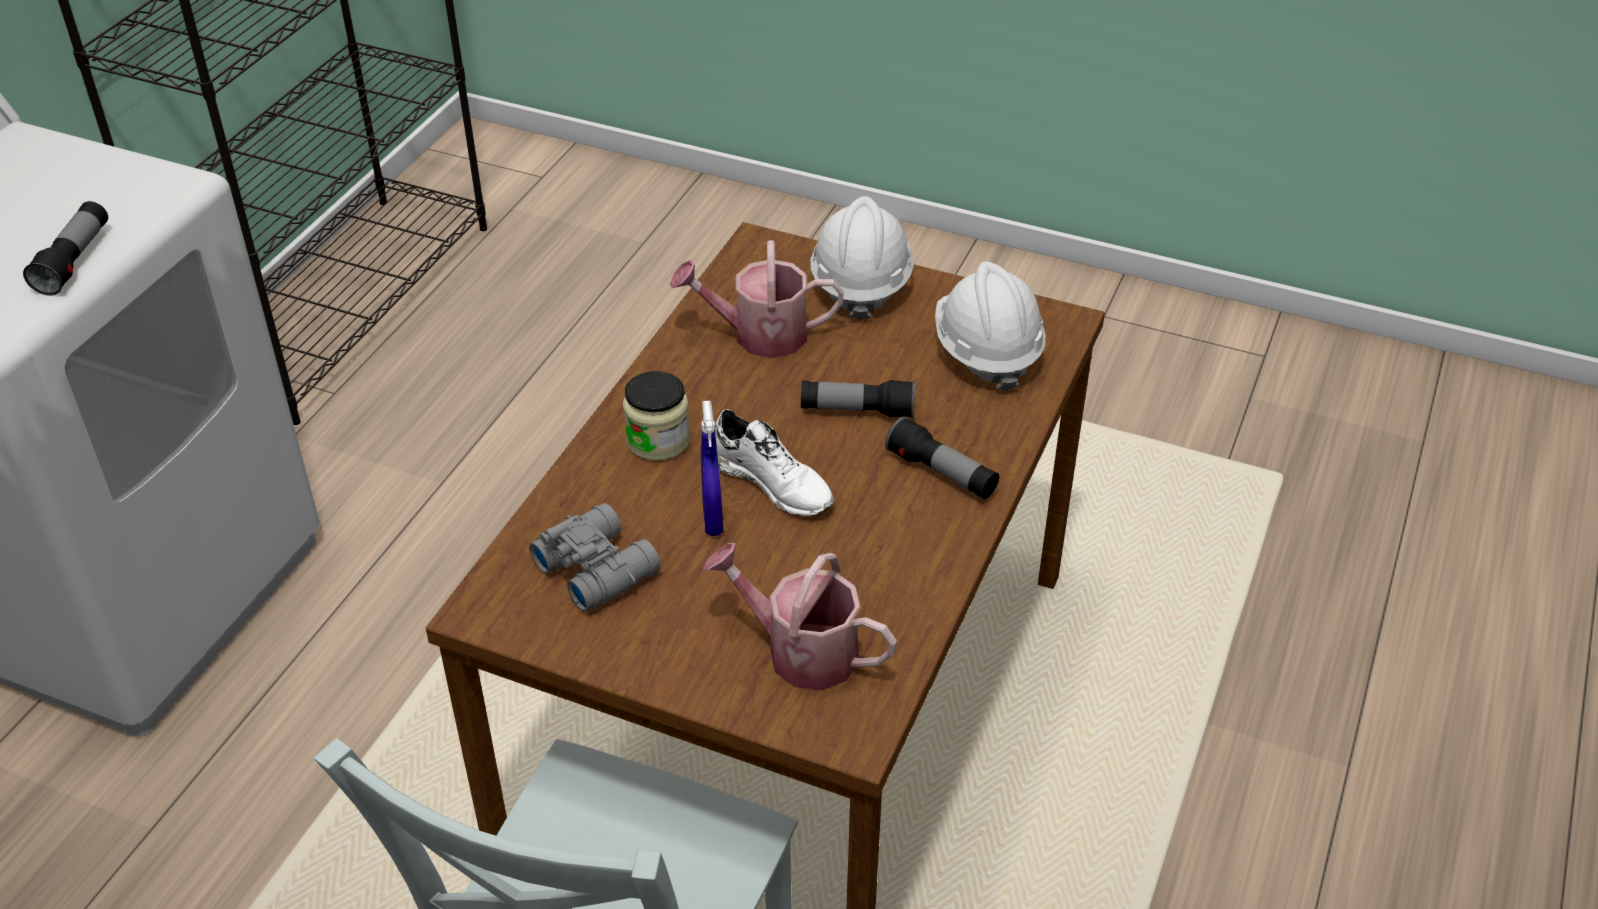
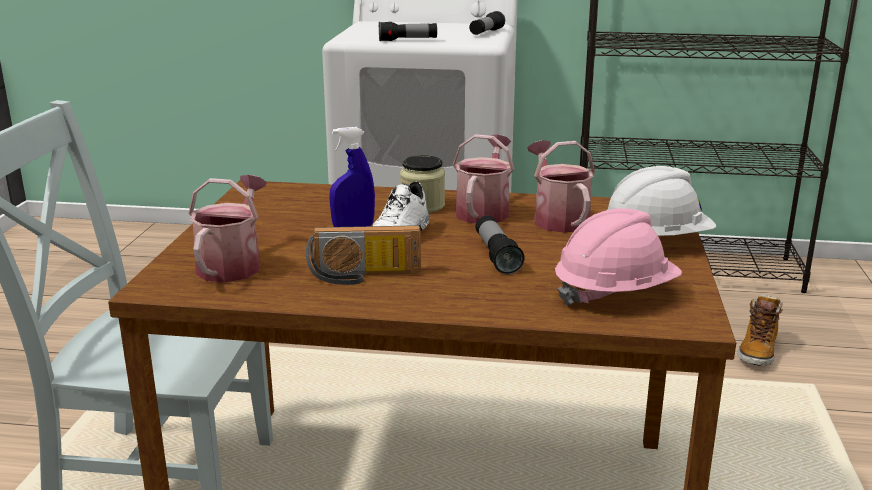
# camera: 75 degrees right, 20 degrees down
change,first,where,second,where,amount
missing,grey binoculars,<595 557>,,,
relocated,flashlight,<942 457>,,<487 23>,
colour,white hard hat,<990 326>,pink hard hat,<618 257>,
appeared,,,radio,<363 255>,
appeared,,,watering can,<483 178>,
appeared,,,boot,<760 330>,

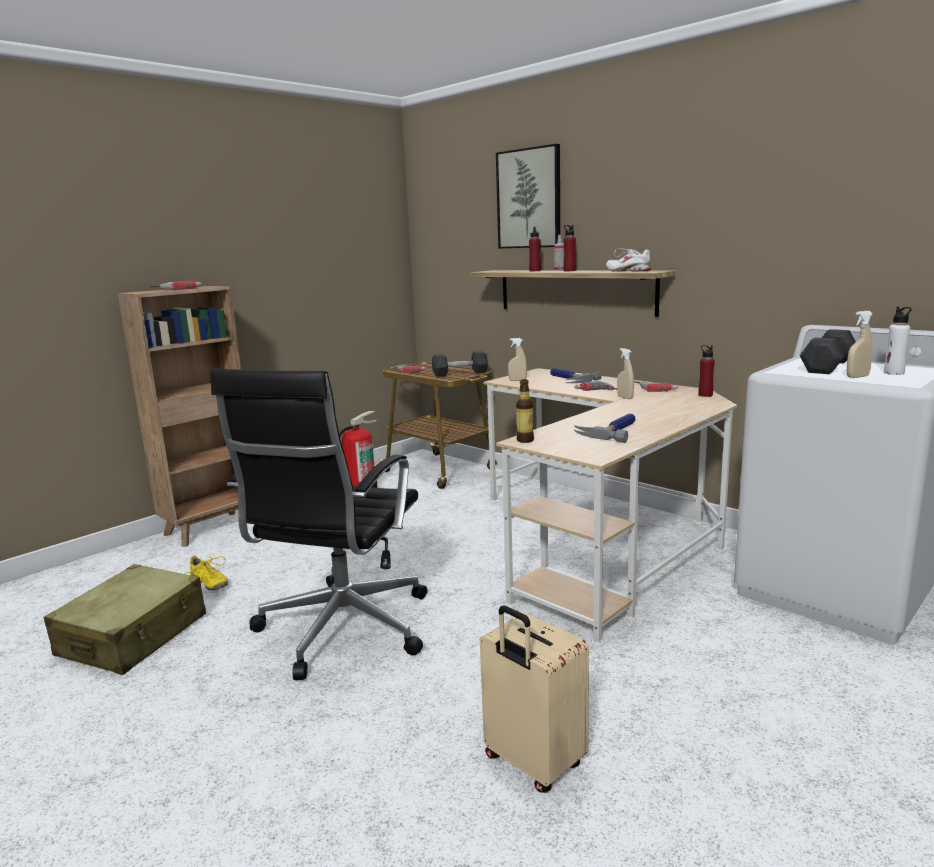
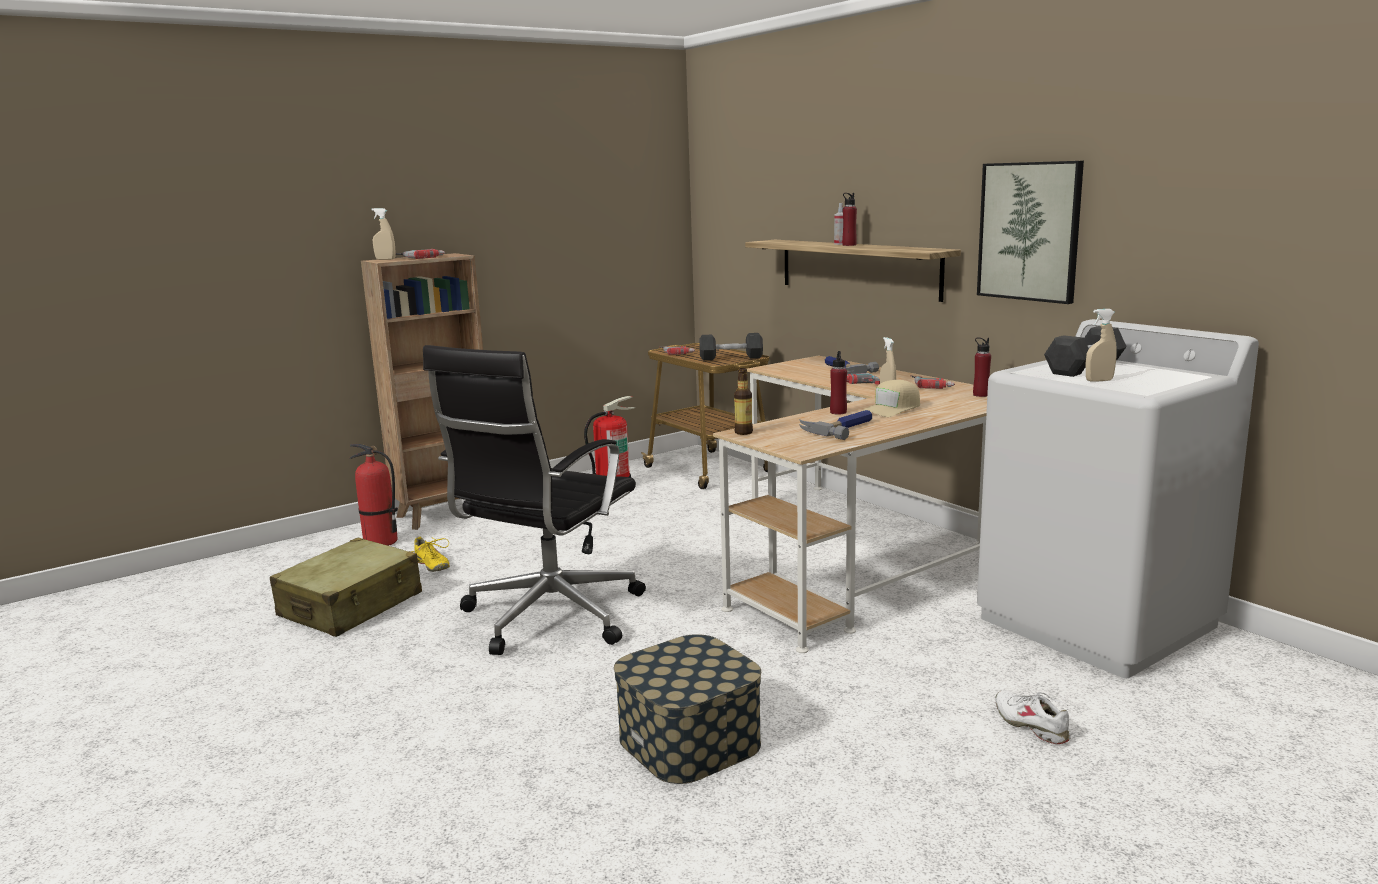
# camera: 10 degrees right, 0 degrees up
change,first,where,second,where,amount
exchanged,beige suitcase,<534 699>,storage box,<687 709>,
relocated,picture,<528 196>,,<1030 232>,
relocated,beige spray bottle,<517 359>,,<383 234>,
relocated,red bottle,<535 249>,,<838 382>,
relocated,white shoe,<629 260>,,<1033 717>,
missing,white bottle,<898 341>,,,
appeared,,,fire extinguisher,<374 495>,
appeared,,,beige cap,<891 398>,

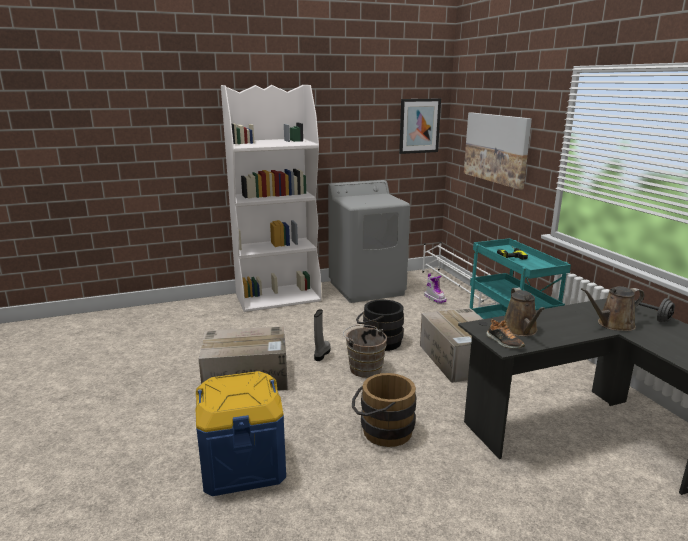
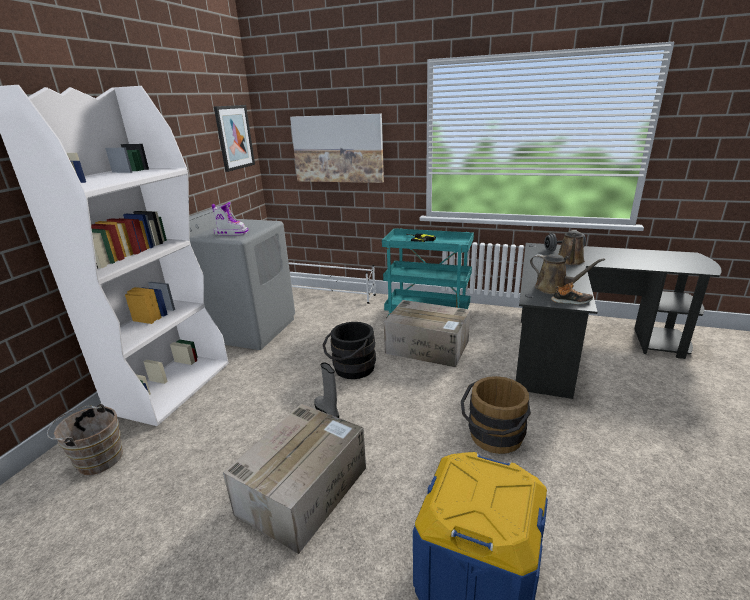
# camera: 50 degrees left, 5 degrees up
change,first,where,second,where,amount
relocated,brown bucket,<365 351>,,<85 439>,
relocated,boot,<435 289>,,<229 218>,

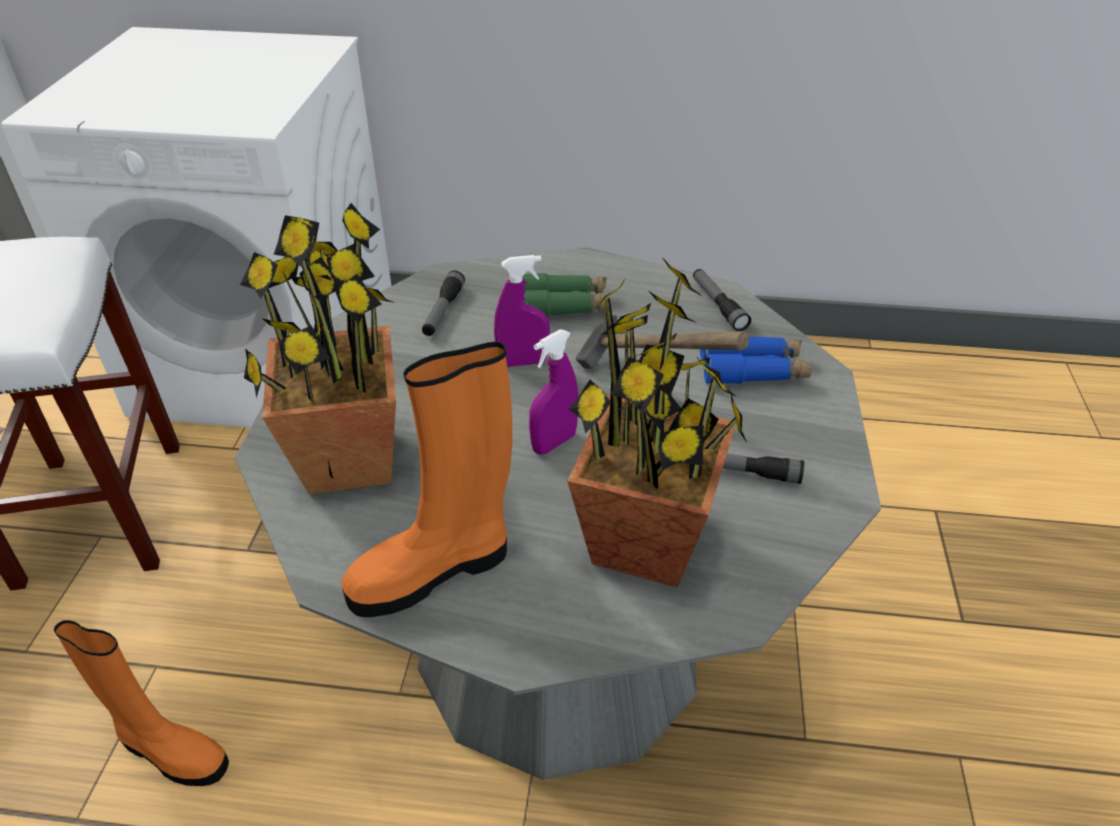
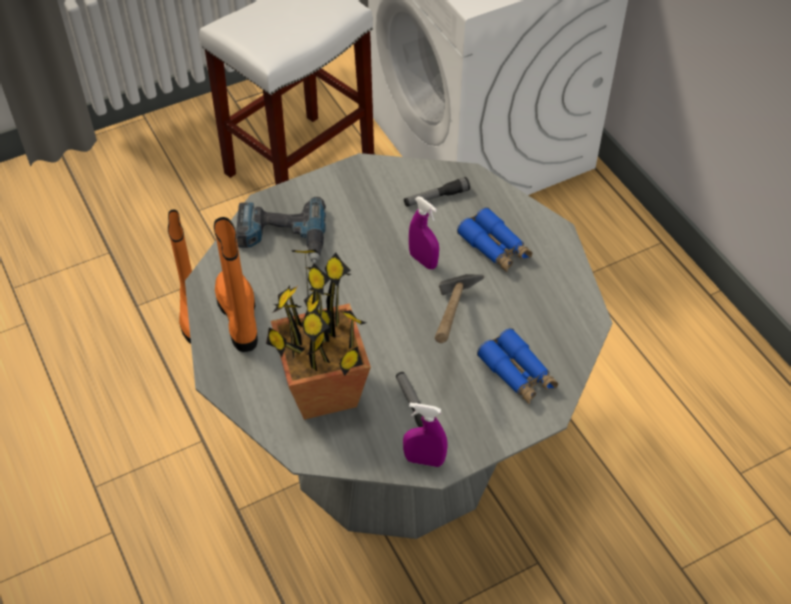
# camera: 55 degrees right, 10 degrees up
change,first,where,second,where,amount
exchanged,potted plant,<318 348>,power drill,<281 230>,
spun,orange boot,<426 479>,,<236 284>,45 degrees clockwise
colour,green binoculars,<566 295>,blue binoculars,<494 240>,
relocated,purple spray bottle,<553 392>,,<425 435>,
missing,flashlight,<722 300>,,,

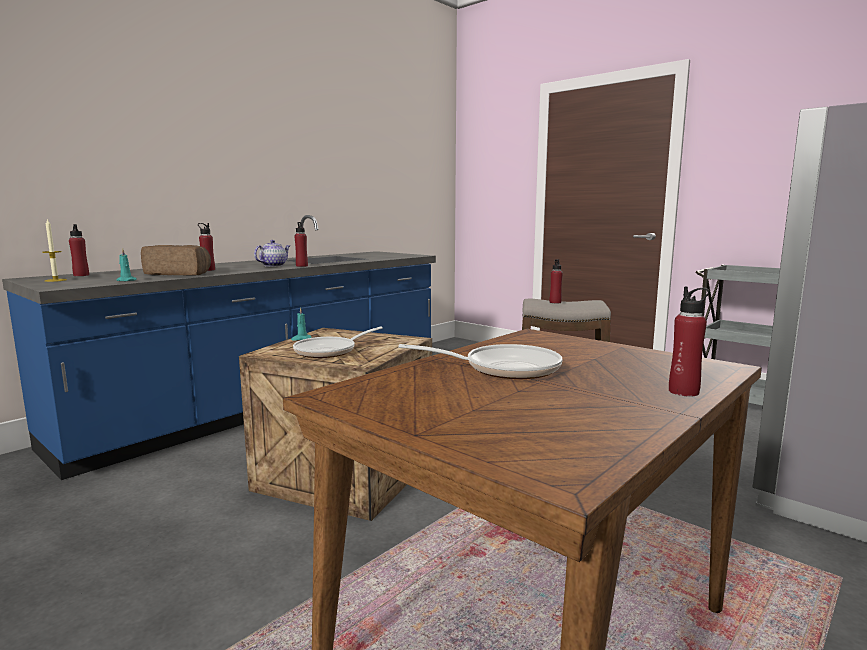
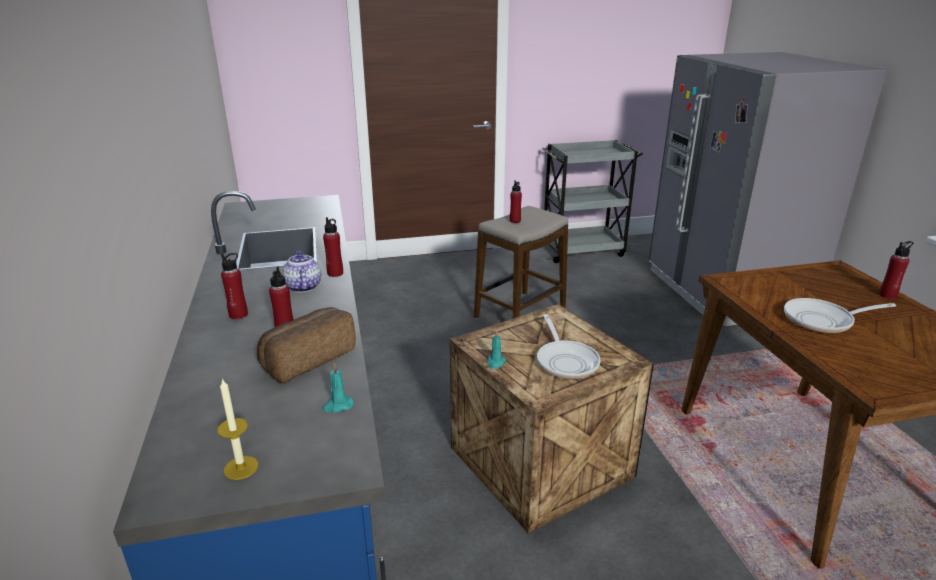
# camera: 55 degrees left, 15 degrees up
change,first,where,second,where,amount
relocated,red bottle,<79 250>,,<234 286>,
spun,frying pan,<480 361>,,<840 315>,135 degrees counterclockwise

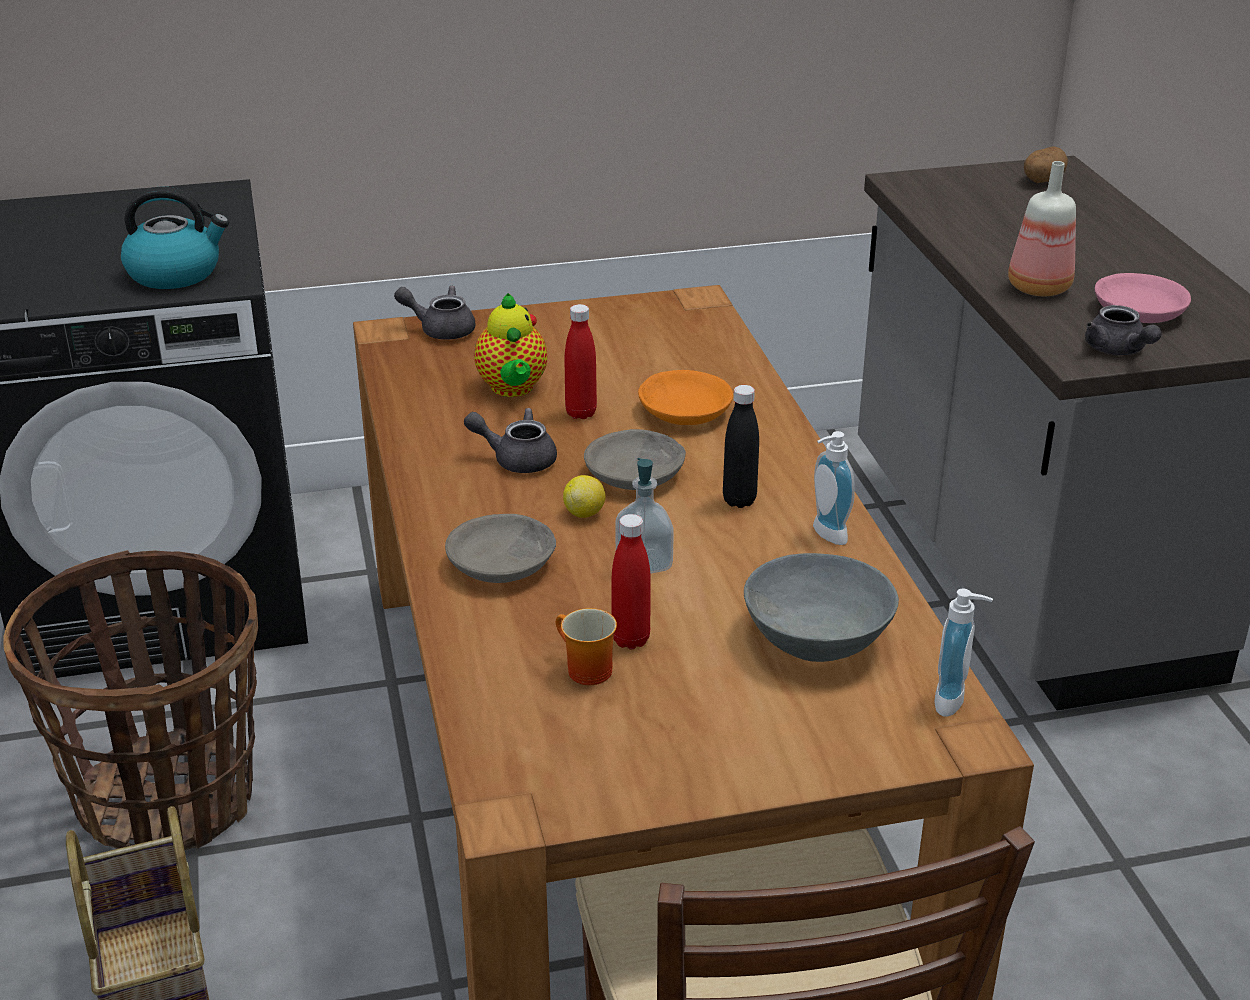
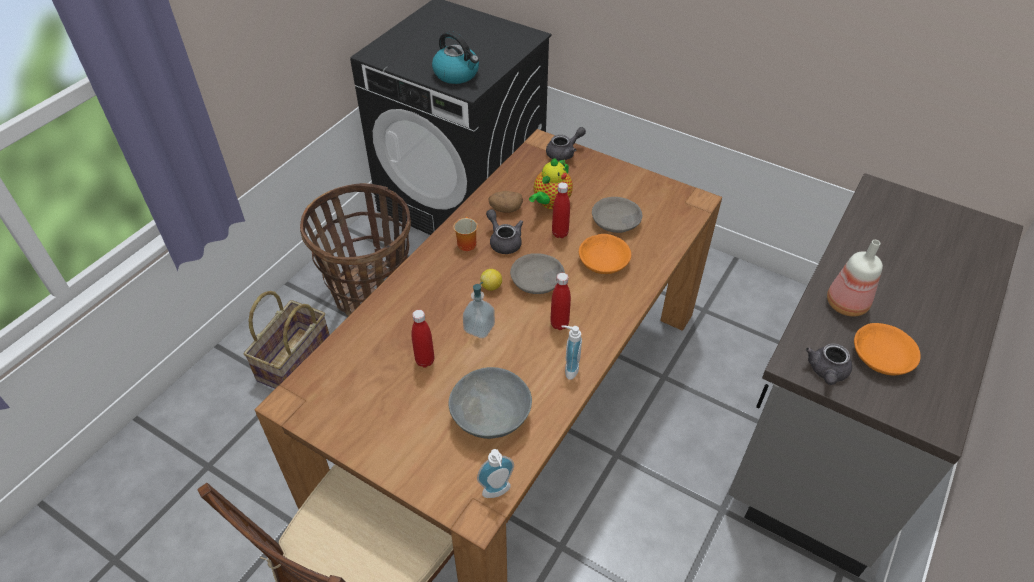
# camera: 45 degrees right, 15 degrees up
change,first,where,second,where,amount
spun,grey teapot,<435 313>,,<566 144>,90 degrees clockwise
relocated,grey bowl,<500 548>,,<617 215>,
relocated,mug,<586 646>,,<465 234>,
colour,black bottle,<741 446>,red bottle,<560 301>,
relocated,potato,<1046 165>,,<506 202>,
colour,pink bowl,<1143 298>,orange bowl,<887 349>,

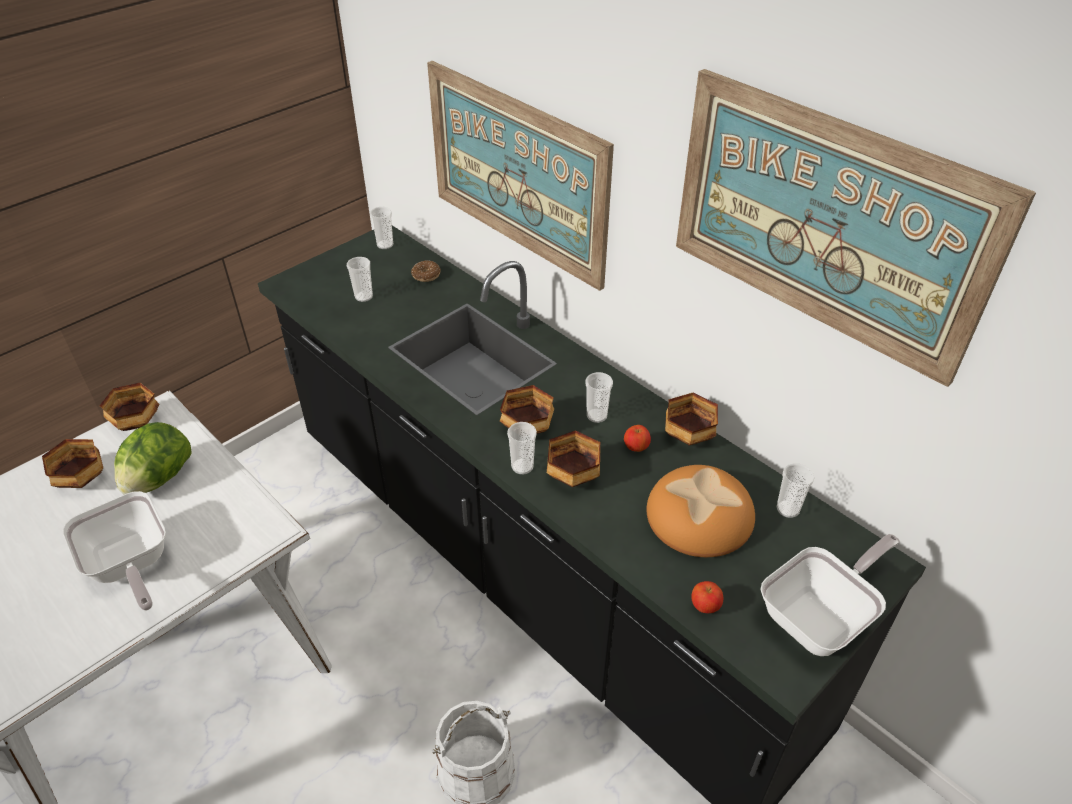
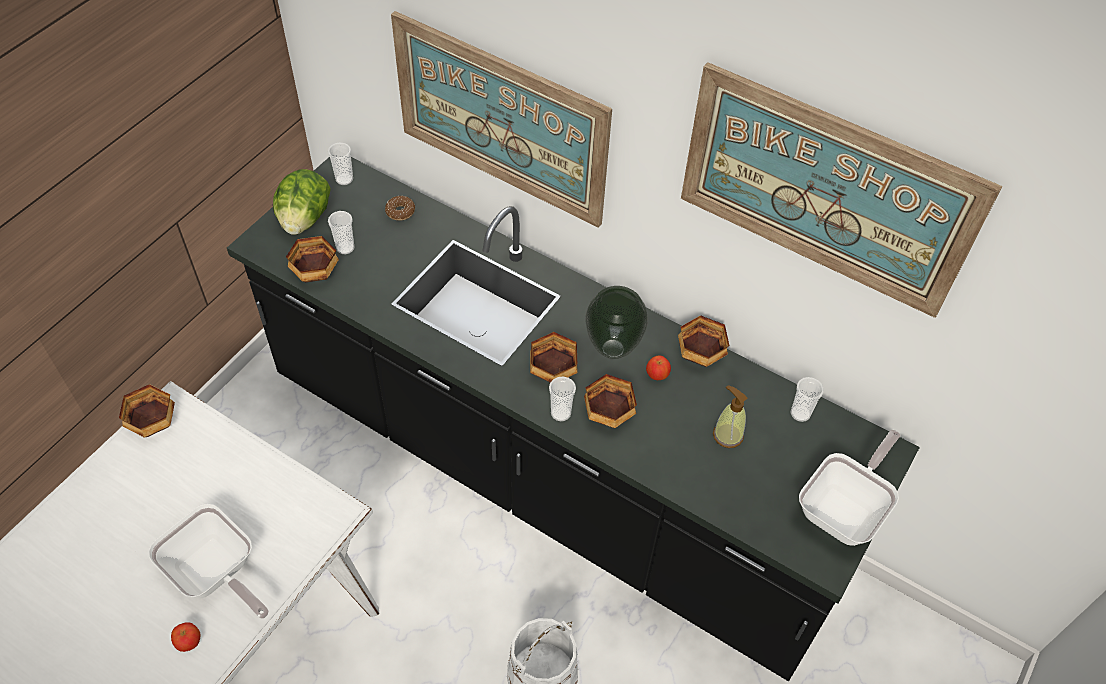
# camera: 15 degrees left, 10 degrees up
change,first,where,second,where,amount
relocated,bowl,<72 463>,,<312 259>,
relocated,lettuce,<153 458>,,<302 202>,
exchanged,cup,<599 397>,vase,<616 322>,
exchanged,bread,<700 511>,soap dispenser,<730 416>,
relocated,apple,<707 597>,,<185 637>,

